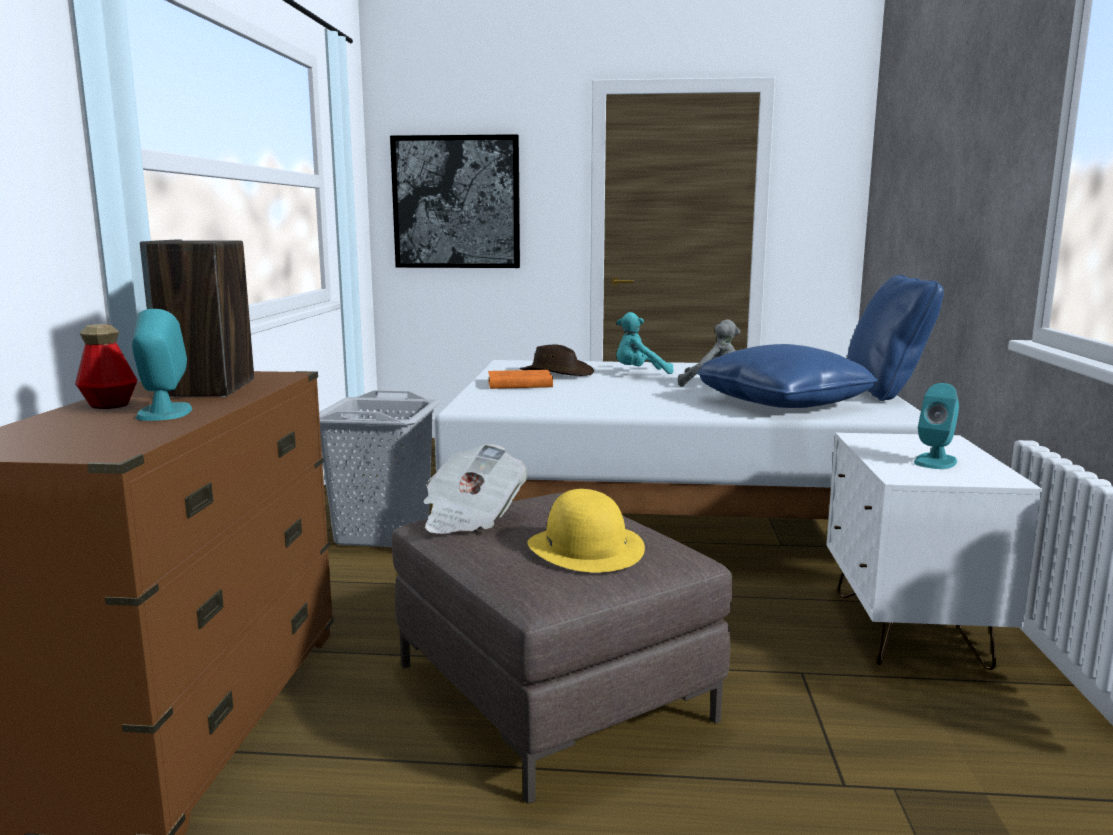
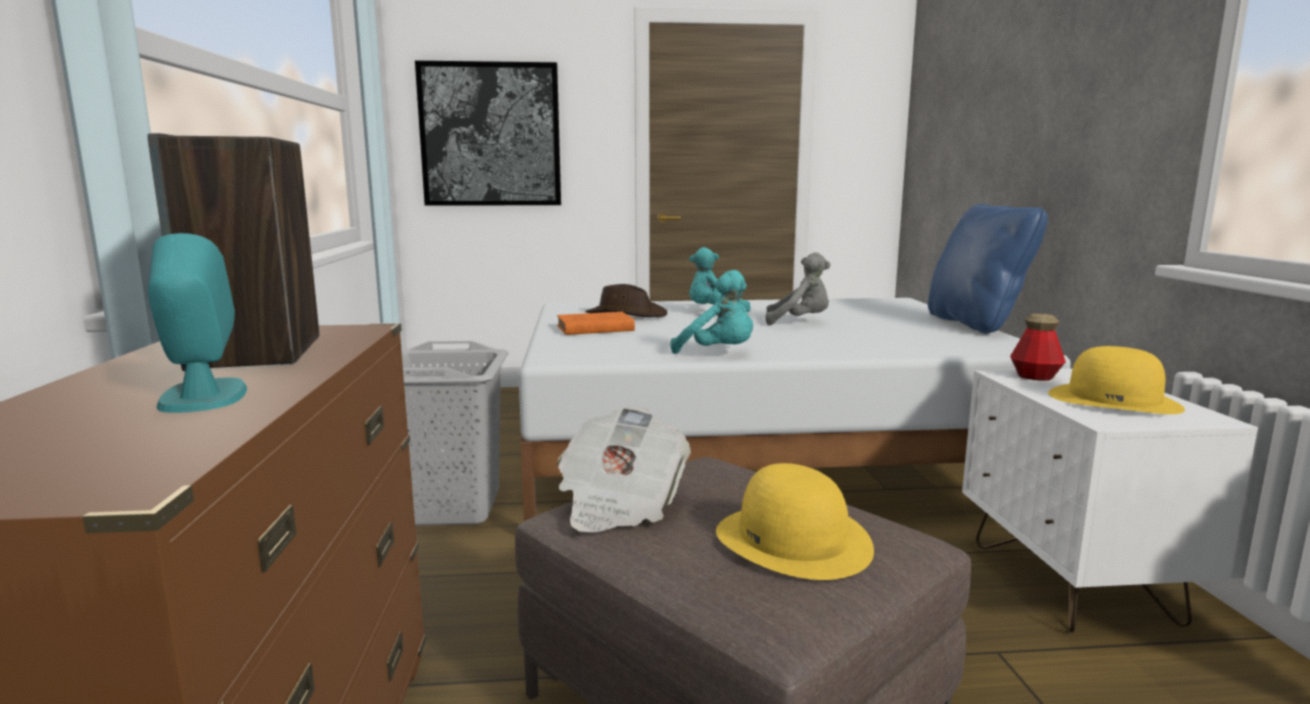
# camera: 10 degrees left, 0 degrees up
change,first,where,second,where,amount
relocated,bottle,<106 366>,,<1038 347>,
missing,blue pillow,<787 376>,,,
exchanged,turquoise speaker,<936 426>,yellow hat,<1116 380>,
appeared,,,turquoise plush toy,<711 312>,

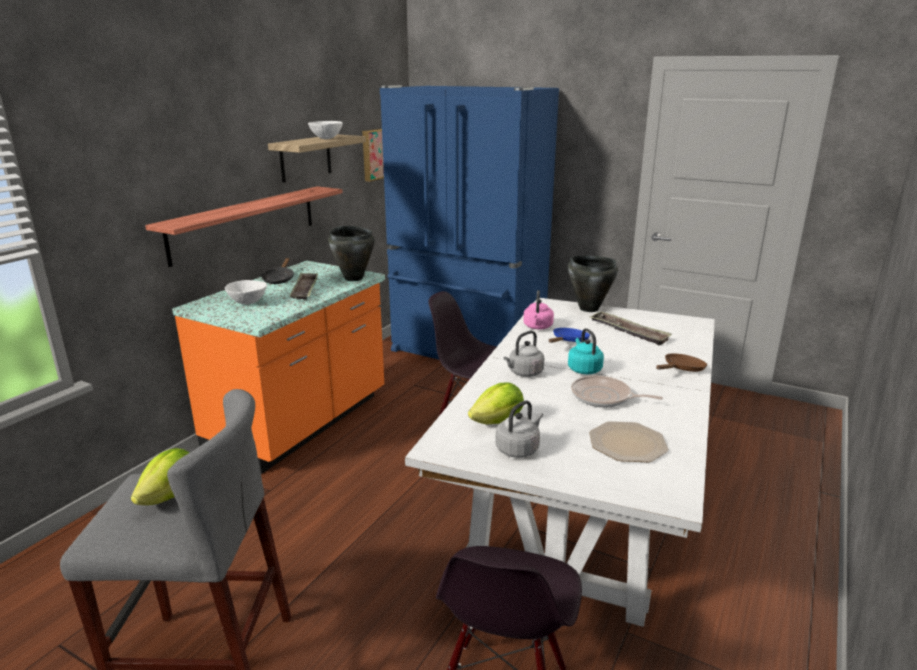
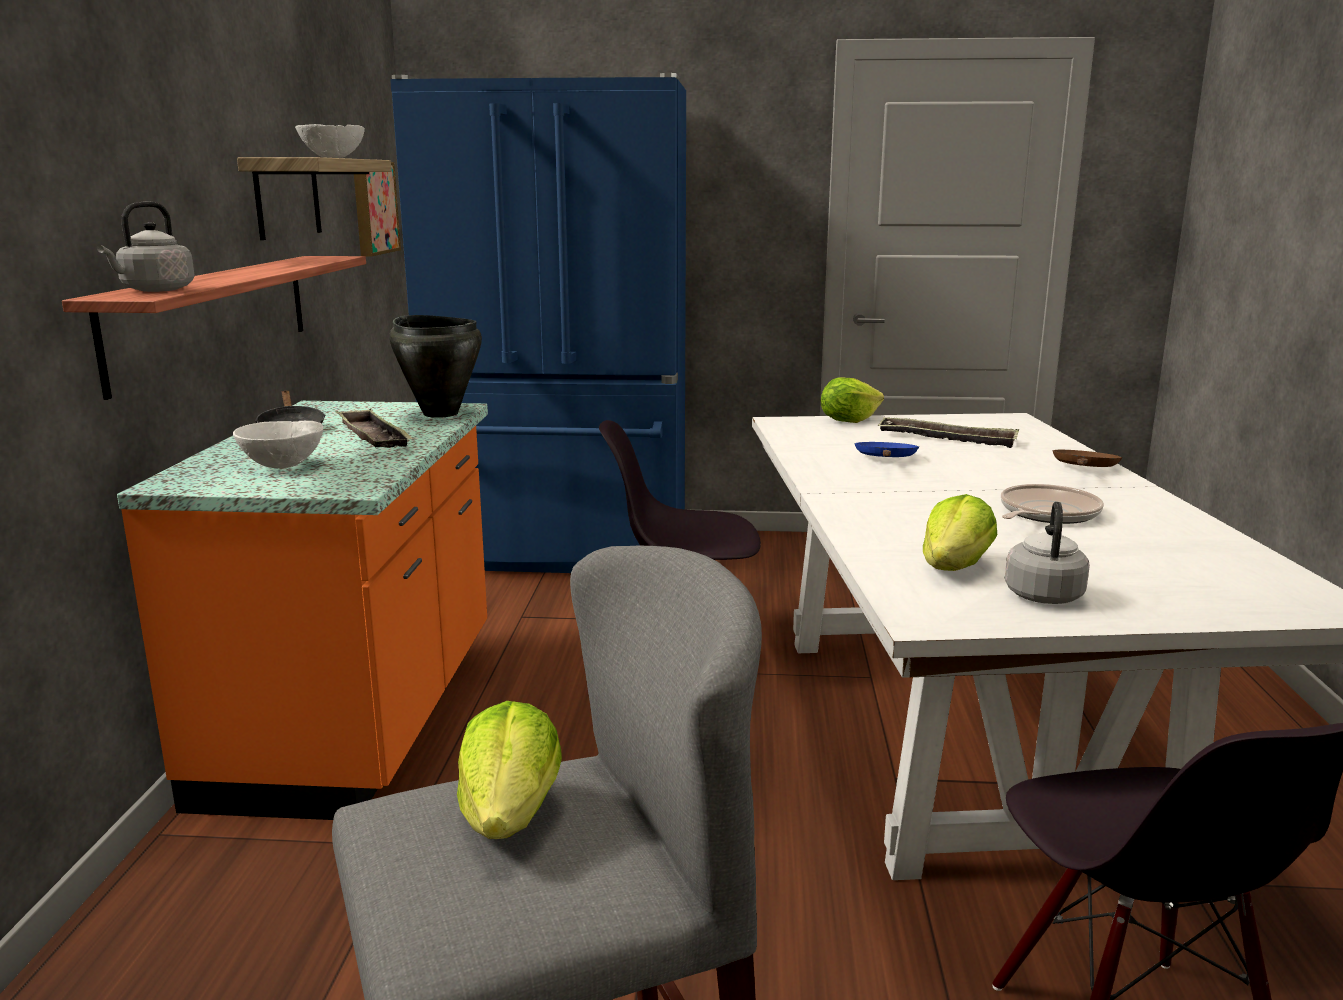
# camera: 25 degrees left, 5 degrees down
change,first,where,second,where,amount
relocated,grey kettle,<524 354>,,<146 246>,
missing,pink kettle,<538 309>,,,
exchanged,black cooking pot,<593 284>,lettuce,<852 400>,
missing,turquoise kettle,<586 351>,,,
spun,frying pan,<617 391>,,<1052 504>,135 degrees clockwise
missing,plate,<629 441>,,,

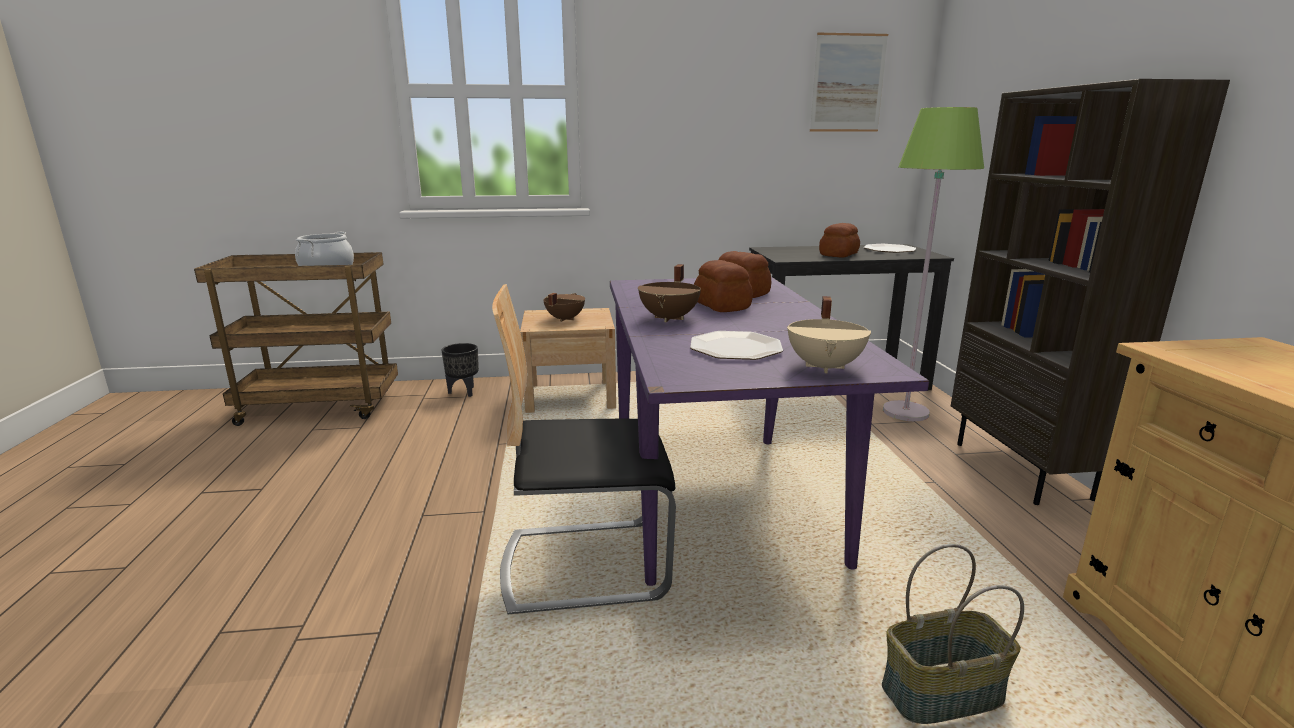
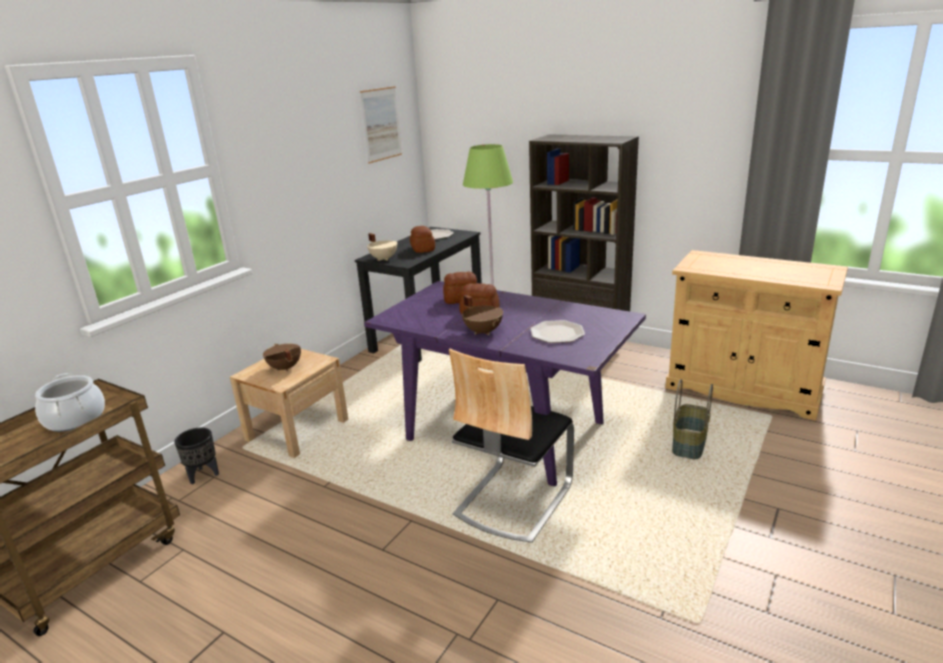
# camera: 50 degrees left, 5 degrees up
change,first,where,second,where,amount
relocated,beige cooking pot,<829 334>,,<382 247>,

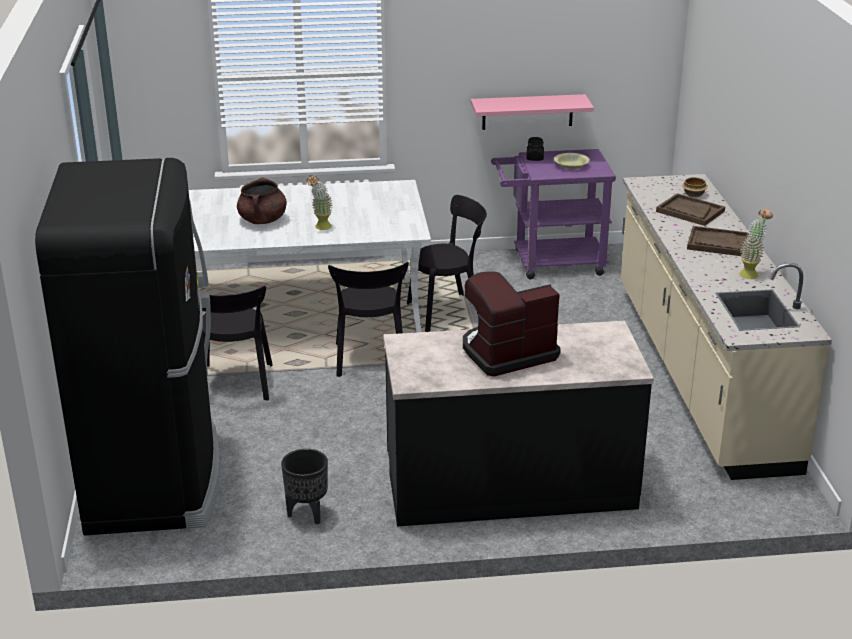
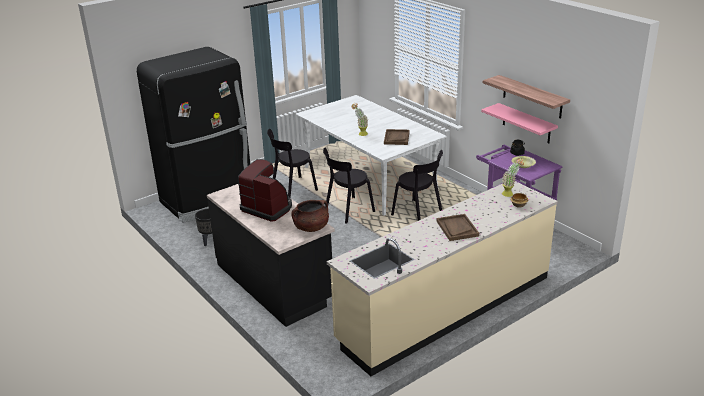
# camera: 60 degrees right, 0 degrees up
change,first,where,second,where,amount
relocated,brown cooking pot,<262 200>,,<310 216>,
relocated,brown tray,<690 209>,,<397 137>,
relocated,potted plant,<756 243>,,<513 177>,
appeared,,,shelf,<526 97>,

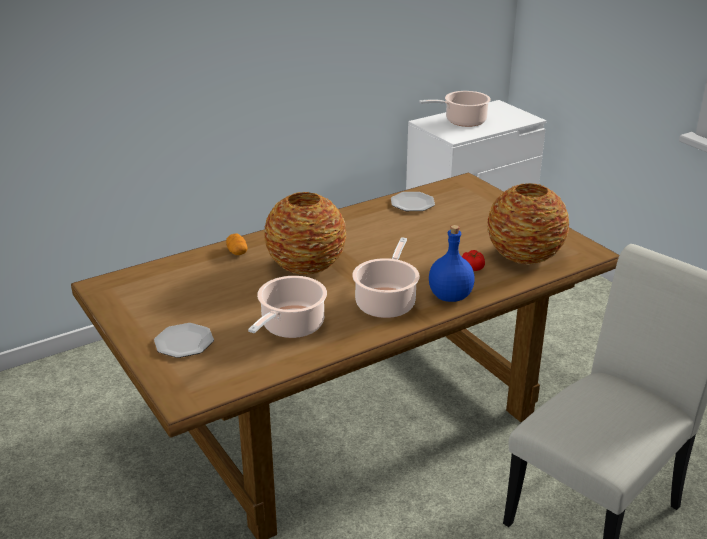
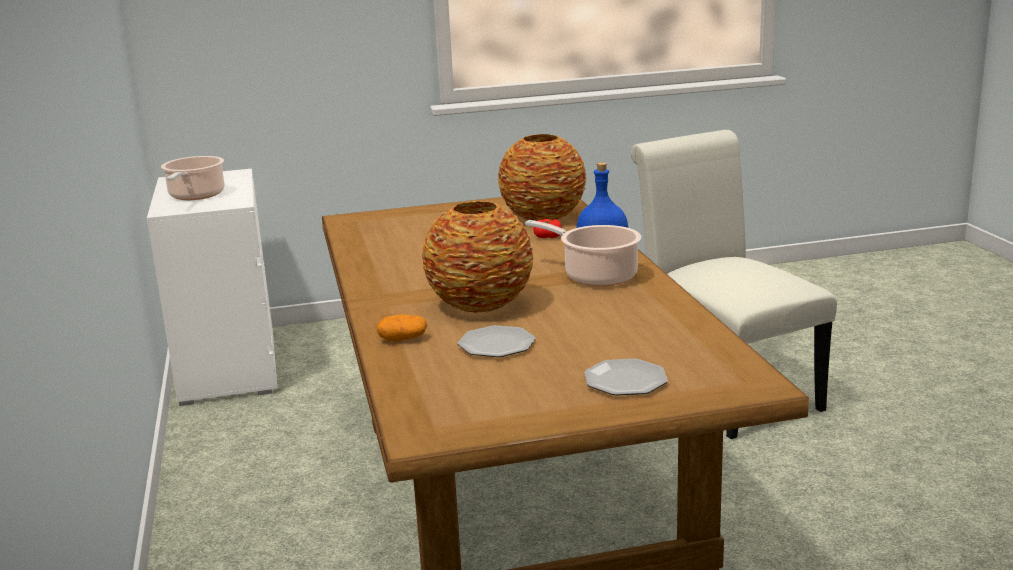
# camera: 70 degrees left, 10 degrees down
change,first,where,second,where,amount
missing,cooking pot,<287 307>,,,
relocated,plate,<413 201>,,<497 341>,

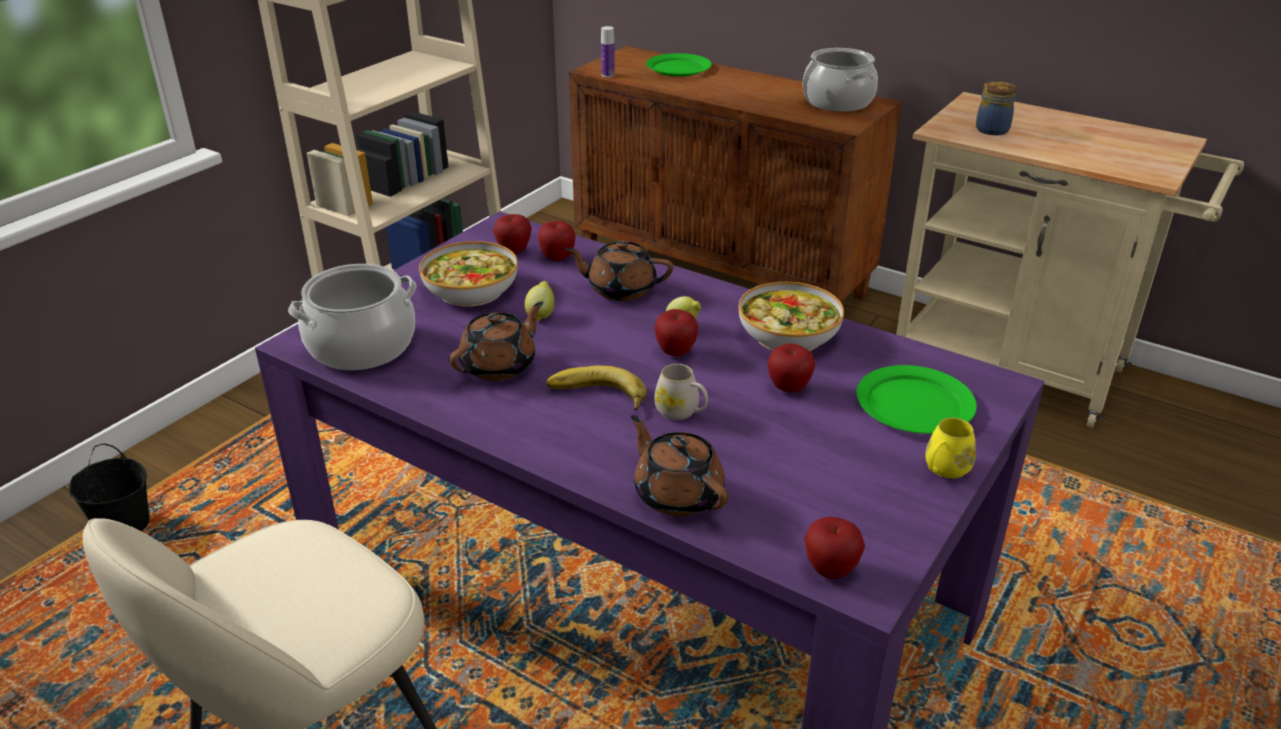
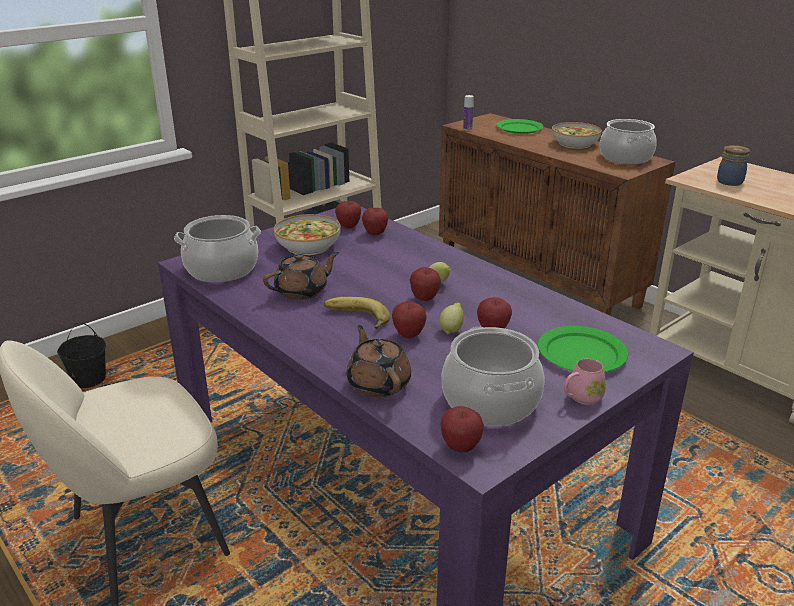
# camera: 15 degrees right, 5 degrees down
change,first,where,second,where,amount
relocated,lemon,<539 301>,,<451 318>,
missing,brown teapot,<619 271>,,,
exchanged,white mug,<681 392>,apple,<409 319>,
relocated,bowl,<791 316>,,<577 135>,
colour,yellow mug,<950 448>,pink mug,<585 381>,
appeared,,,cooking pot,<493 376>,

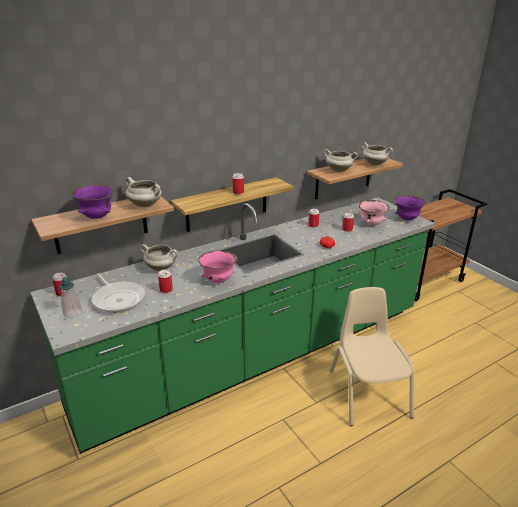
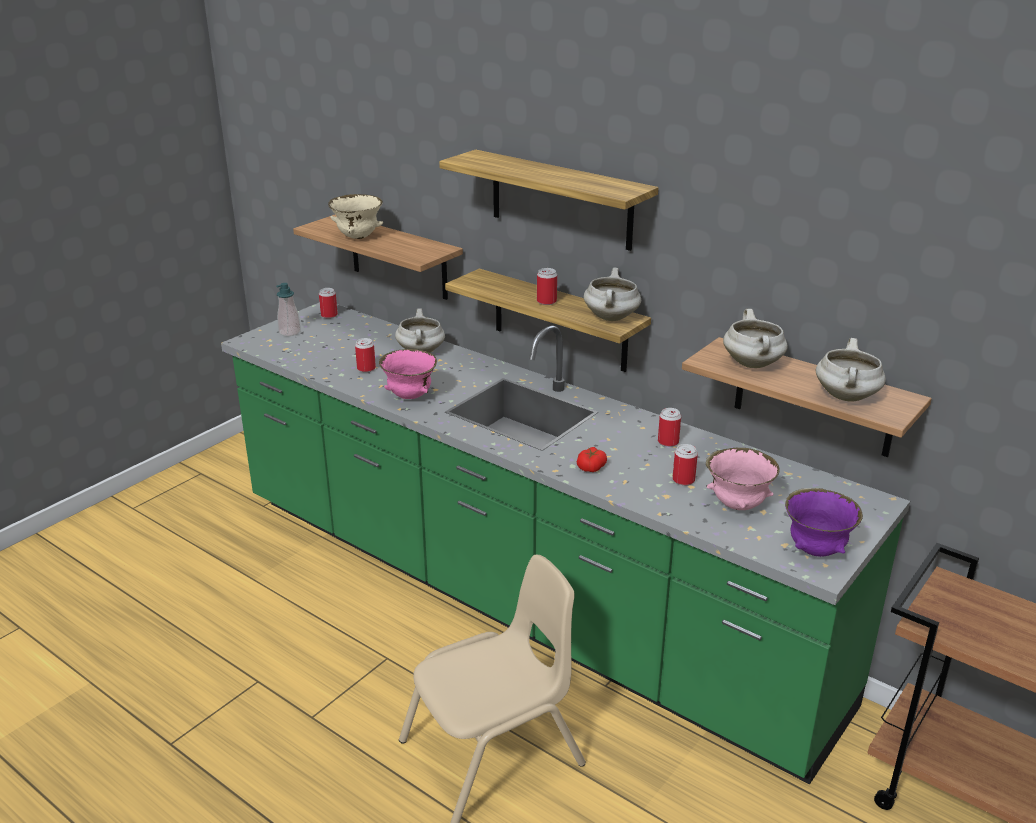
# camera: 70 degrees right, 0 degrees up
change,first,where,second,where,amount
colour,purple bowl,<93 202>,beige bowl,<355 216>,
missing,frying pan,<118 293>,,,
relocated,white cooking pot,<143 192>,,<612 294>,
appeared,,,shelf,<548 200>,

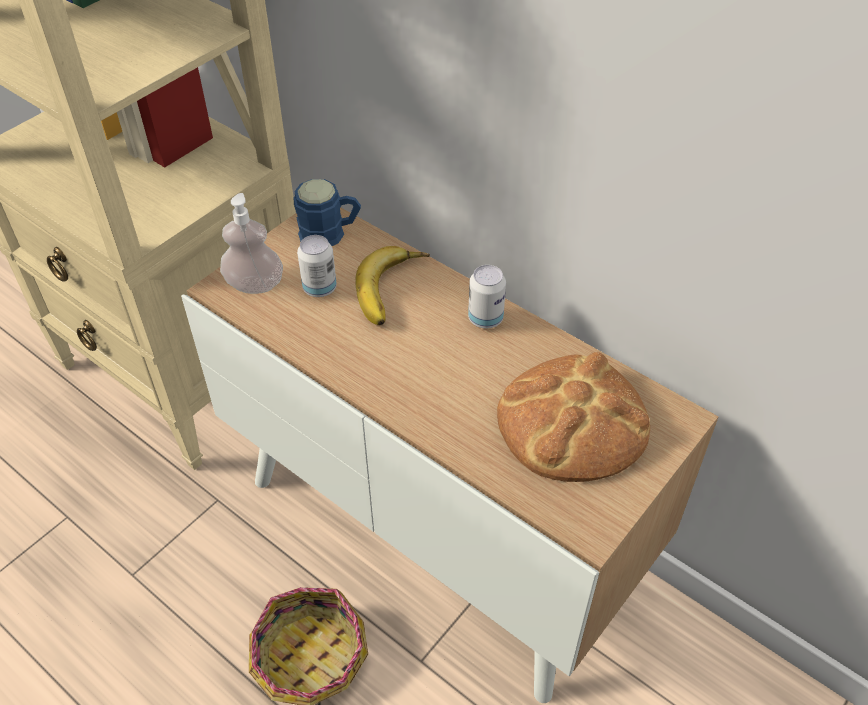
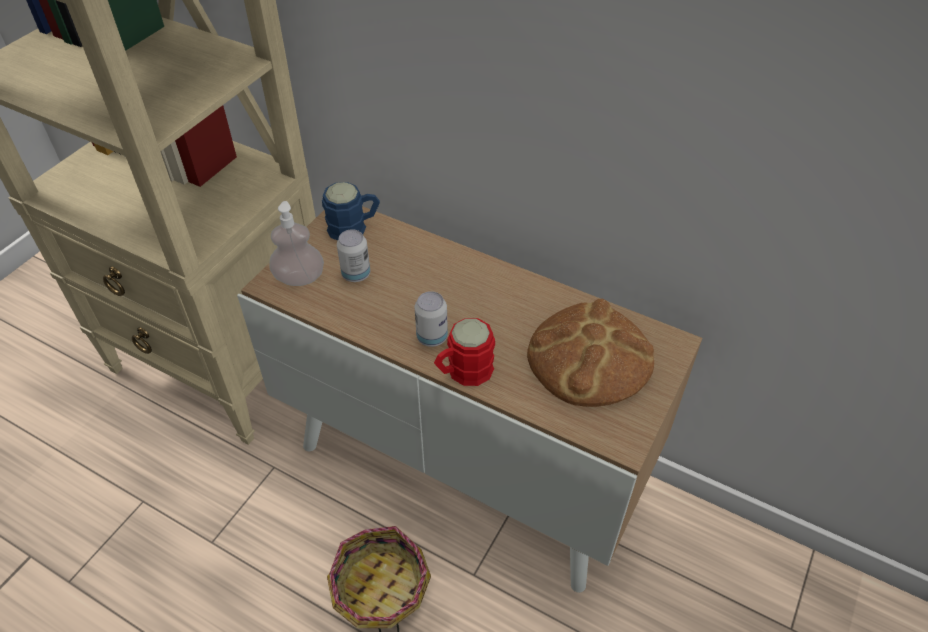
# camera: 10 degrees left, 0 degrees up
change,first,where,second,where,amount
missing,banana,<393 285>,,,
relocated,can,<487 296>,,<431 319>,
appeared,,,red mug,<464 352>,

